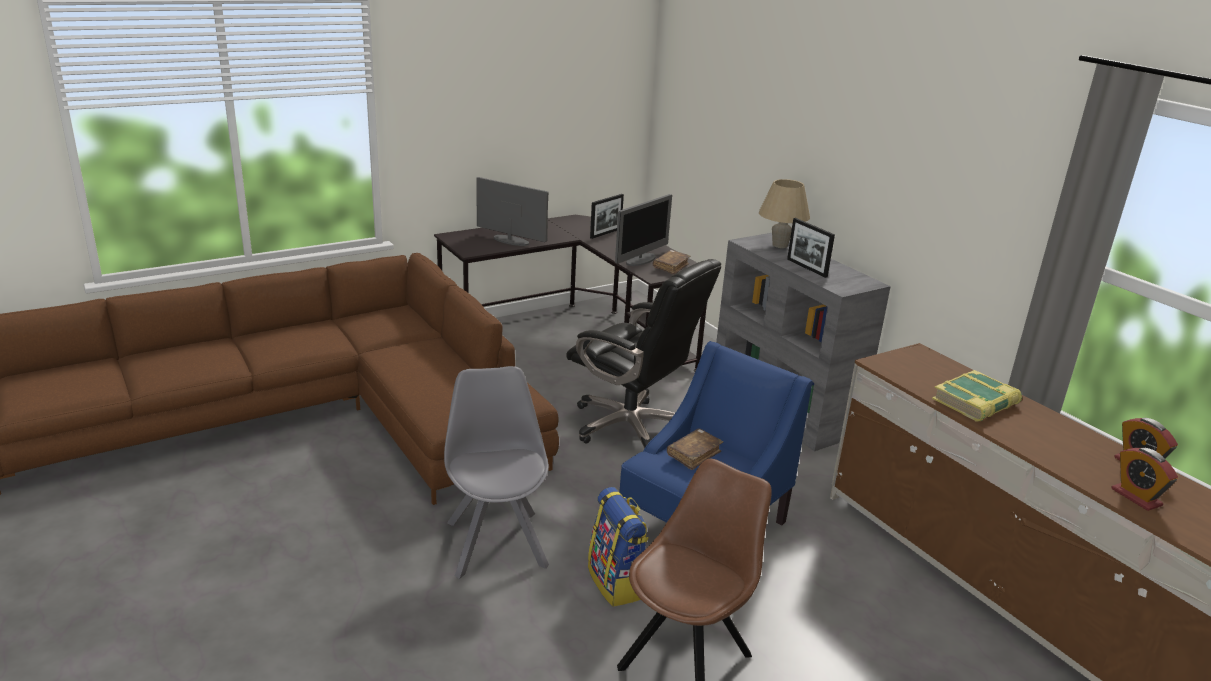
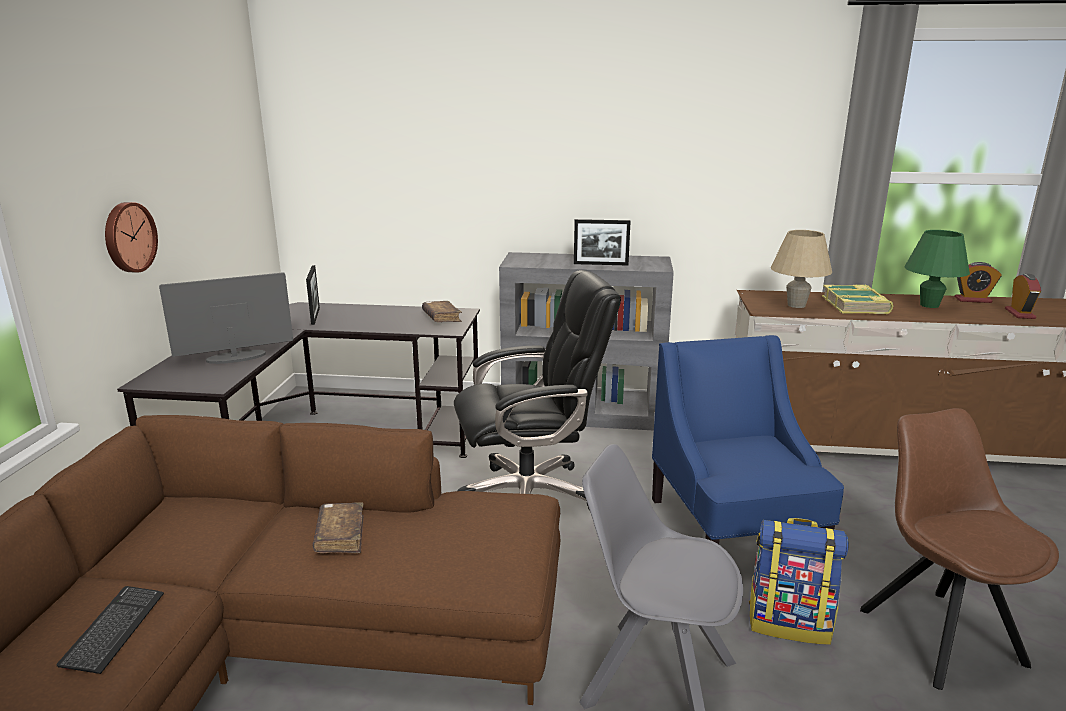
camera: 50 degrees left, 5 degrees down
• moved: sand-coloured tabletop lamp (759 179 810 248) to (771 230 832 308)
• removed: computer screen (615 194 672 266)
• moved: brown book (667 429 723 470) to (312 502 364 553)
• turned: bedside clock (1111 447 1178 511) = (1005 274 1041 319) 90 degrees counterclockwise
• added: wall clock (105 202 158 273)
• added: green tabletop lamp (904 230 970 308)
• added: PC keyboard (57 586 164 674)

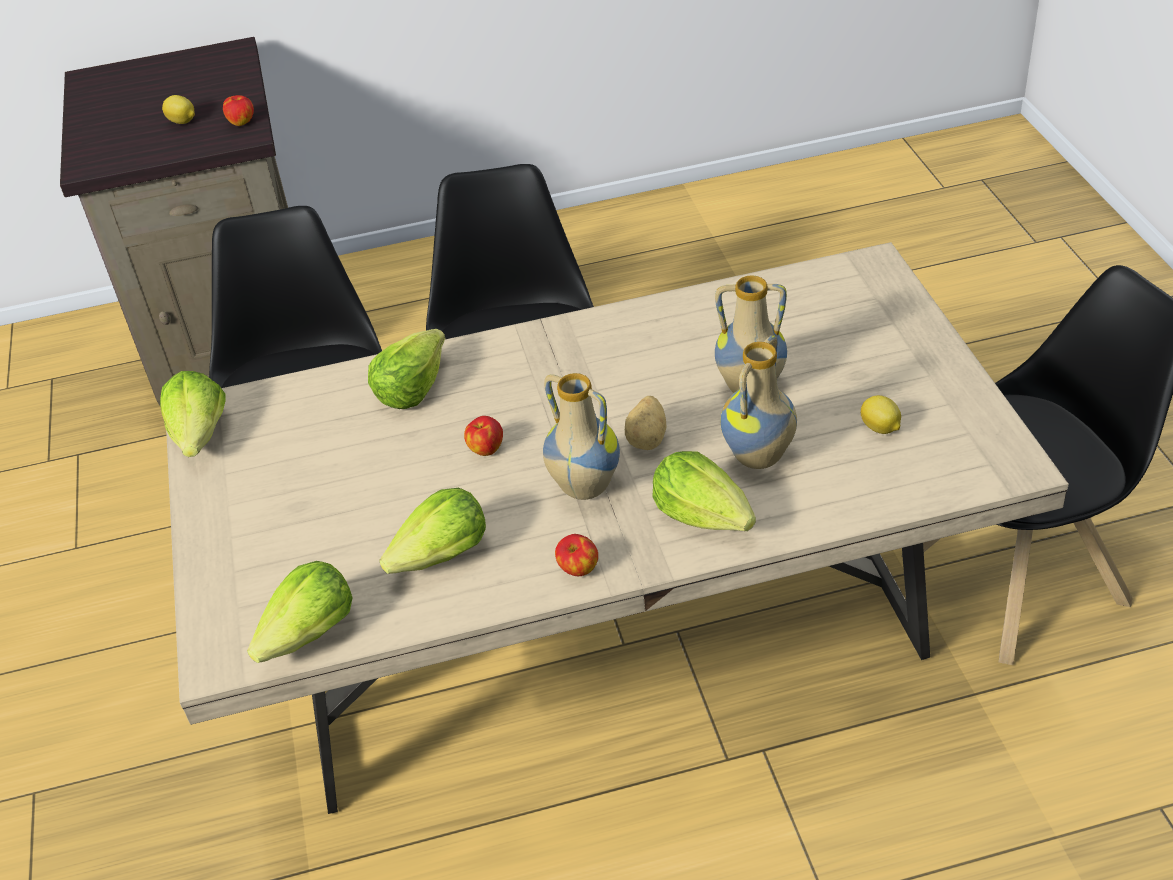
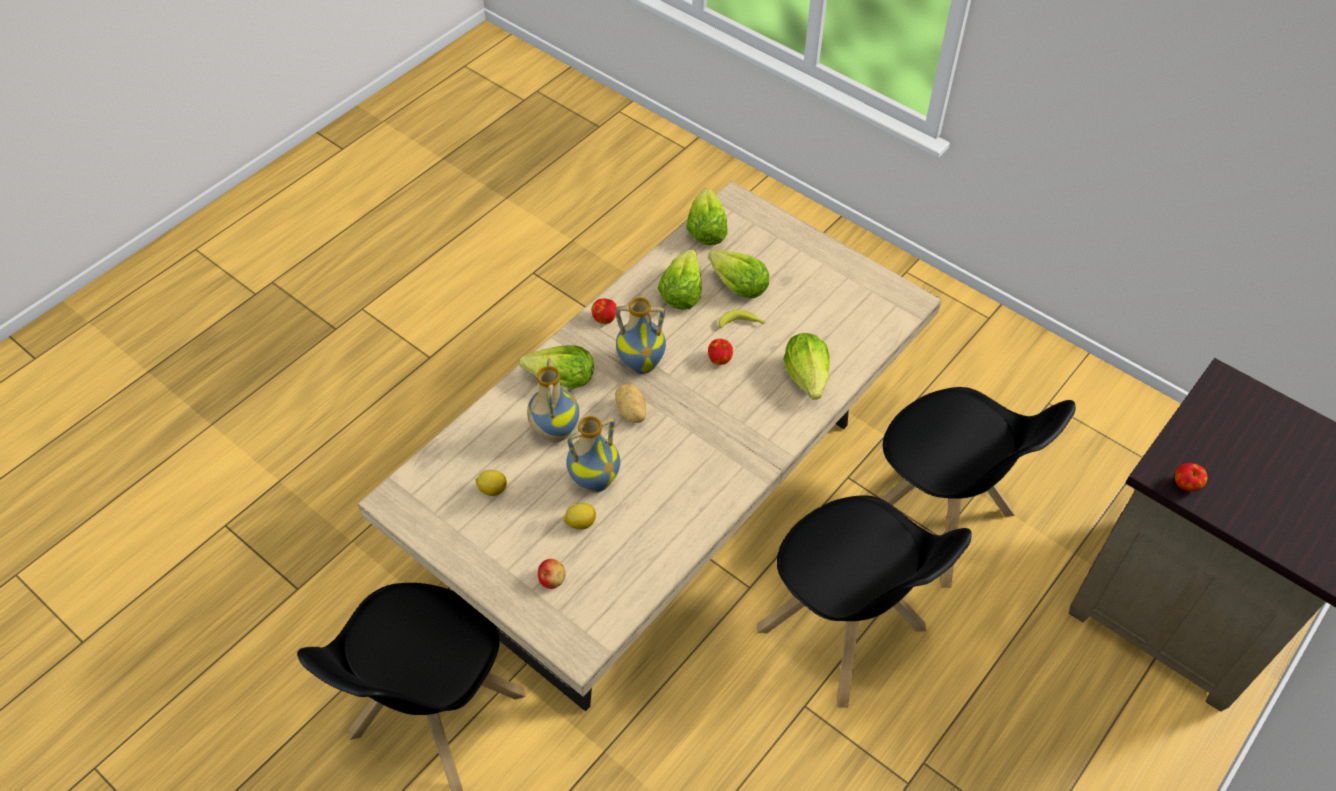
camera: 140 degrees right, 10 degrees up
• moved: whole lemon (162 95 195 124) to (563 503 596 530)
• moved: lettuce head (160 371 226 457) to (708 250 769 298)
• added: banana (718 310 766 328)
• added: apple fruit (538 559 566 589)

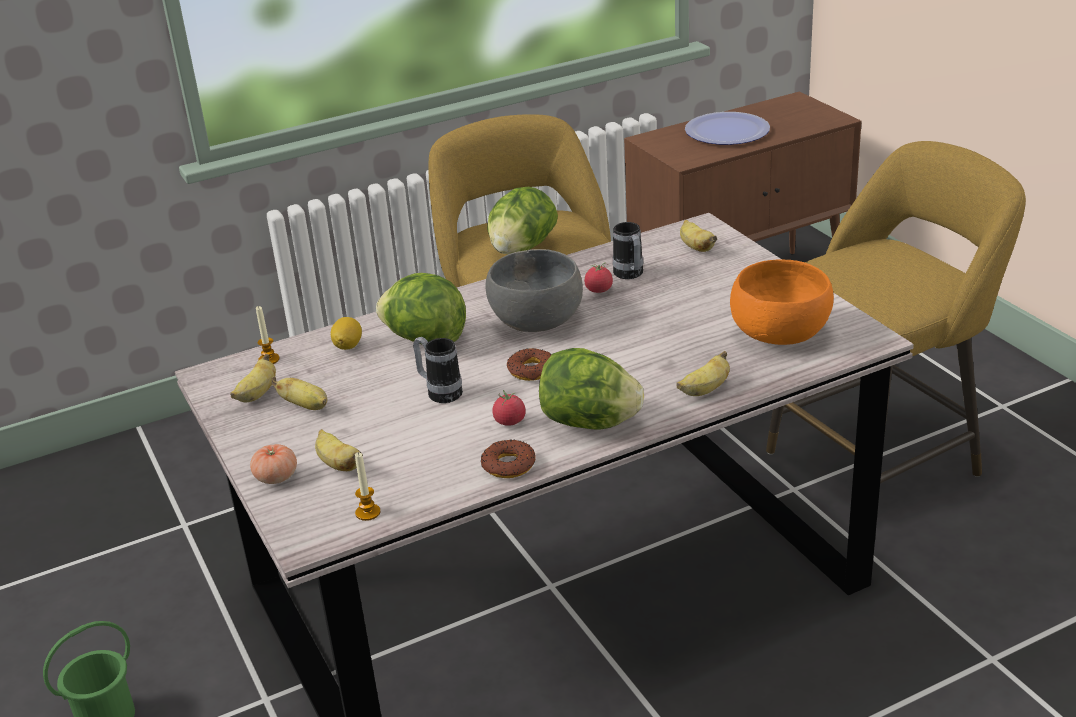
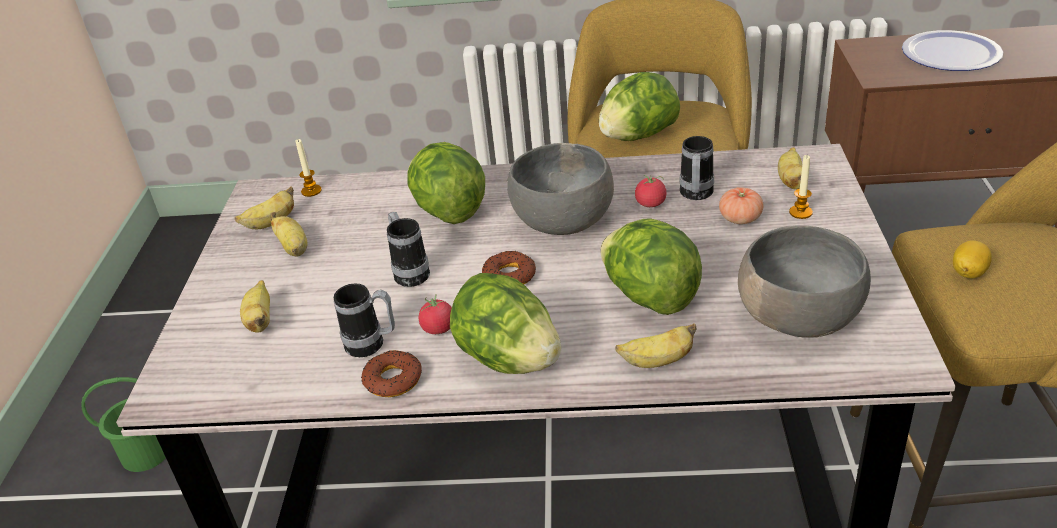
camera: 30 degrees right, 5 degrees up
• recoloured: orangey deep dish (730 259 834 345) to greyish deep dish (738 225 871 338)
• moved: whole lemon (331 317 362 350) to (953 240 992 278)
• moved: tomato (250 444 297 484) to (719 187 763 224)
• moved: wax light (355 452 381 521) to (789 155 813 219)
• added: lettuce head (600 218 702 315)
• added: tea mug (334 283 395 357)

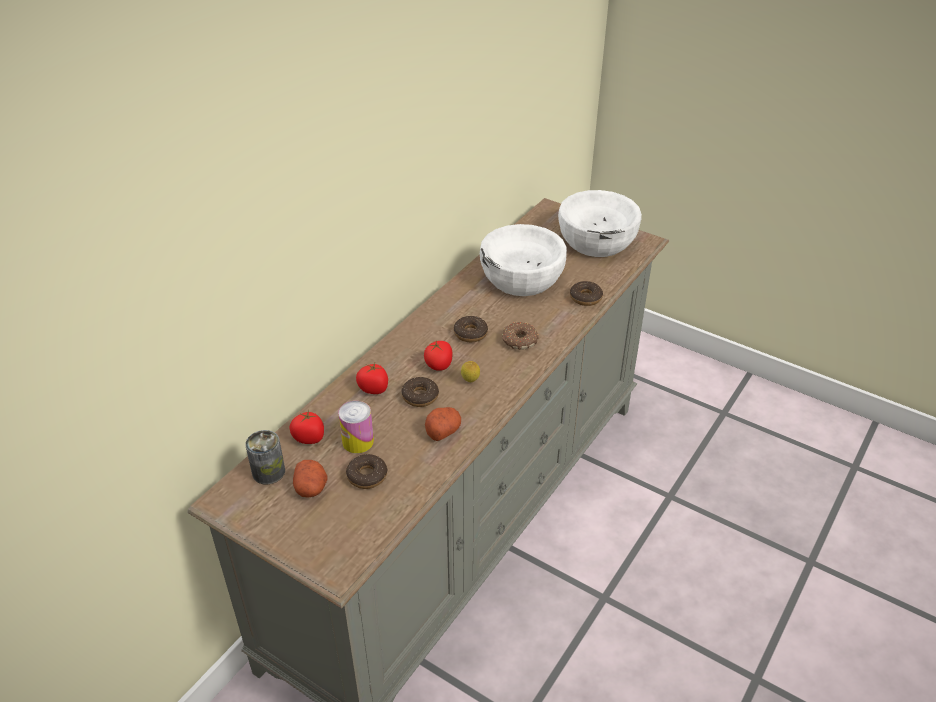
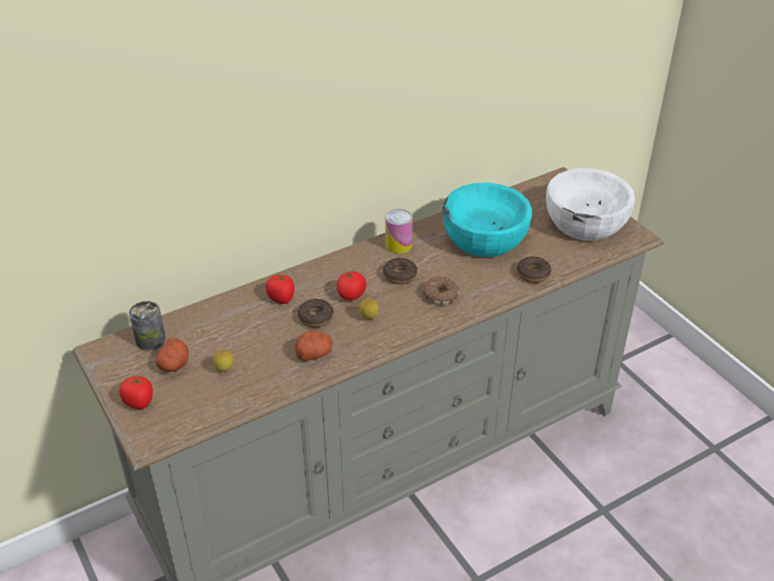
camera: 25 degrees right, 0 degrees up
• recoloured: white-coloured deep dish (480 224 567 296) to turquoise-coloured deep dish (442 183 532 257)
• moved: sealed can (338 401 374 453) to (386 209 413 254)
• moved: tomato (289 410 324 444) to (119 375 153 409)
• replaced: donut (346 454 387 489) to whole lemon (213 349 233 372)

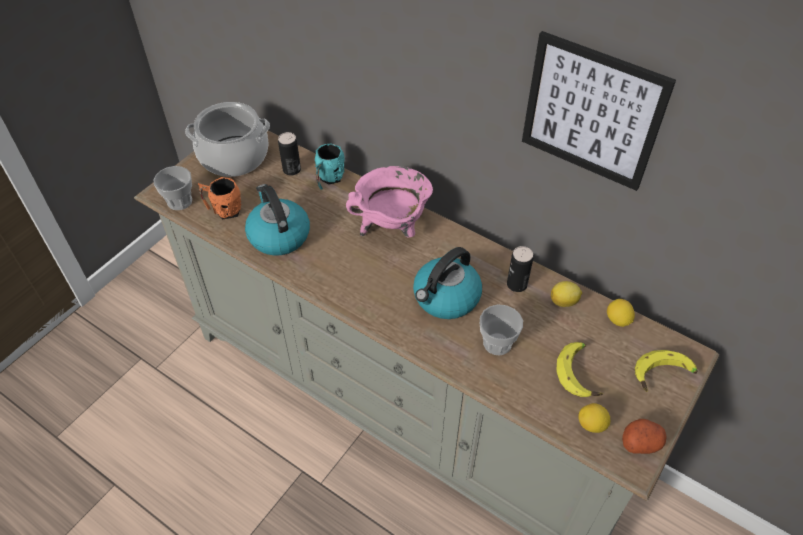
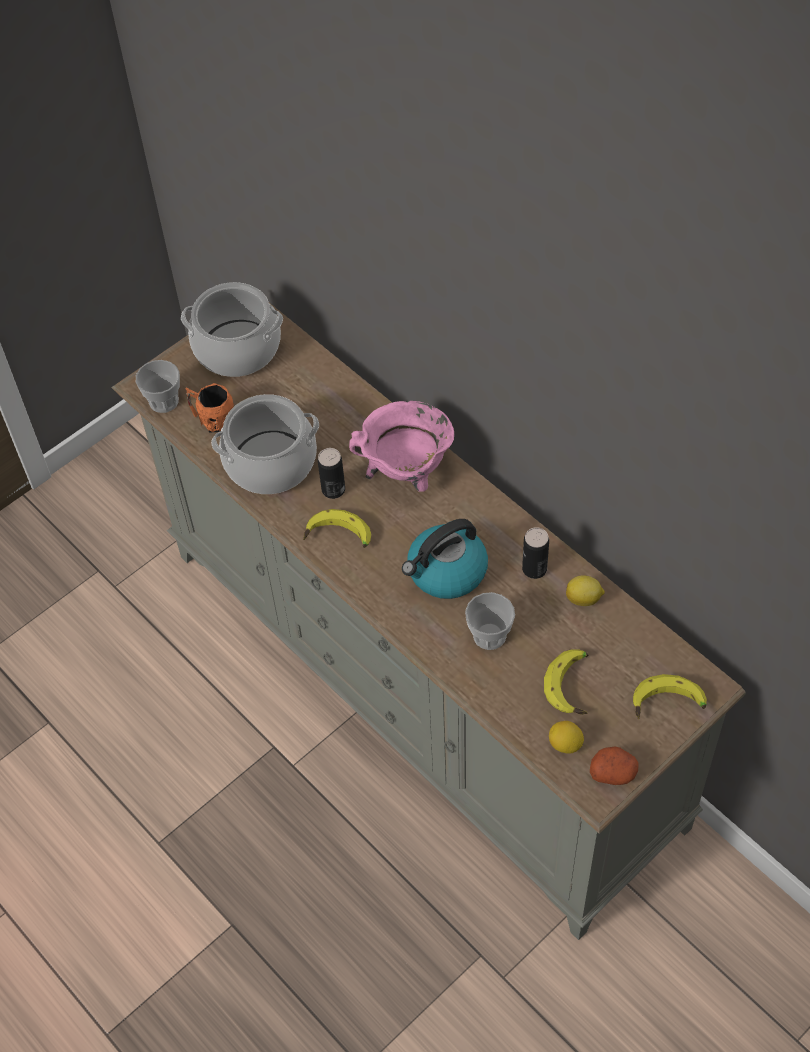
camera: 15 degrees right, 5 degrees up
• removed: wall art (522 31 676 191)
• moved: sealed can (278 132 301 176) to (318 448 345 499)
• removed: turquoise-coloured tea mug (315 144 345 190)
• replaced: kettle (245 184 310 256) to stockpot (211 394 319 494)
• removed: whole lemon (607 299 635 327)
• added: banana (303 509 371 548)

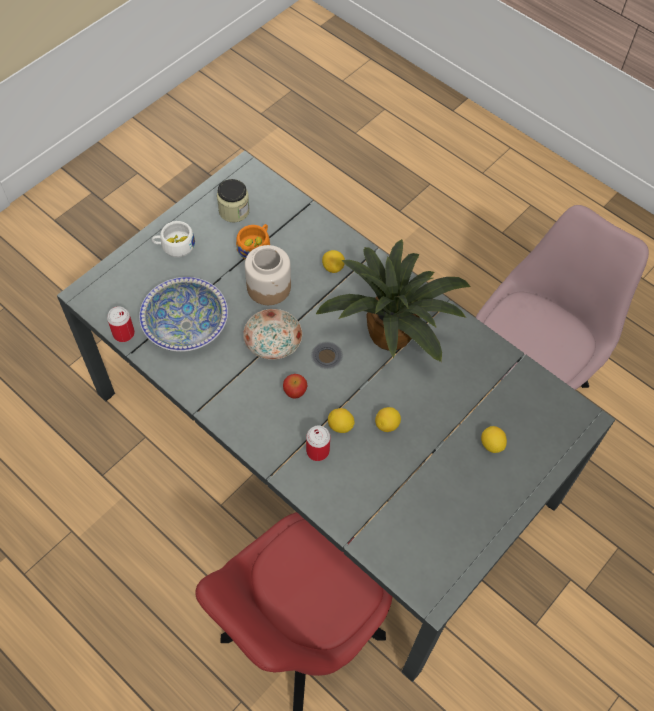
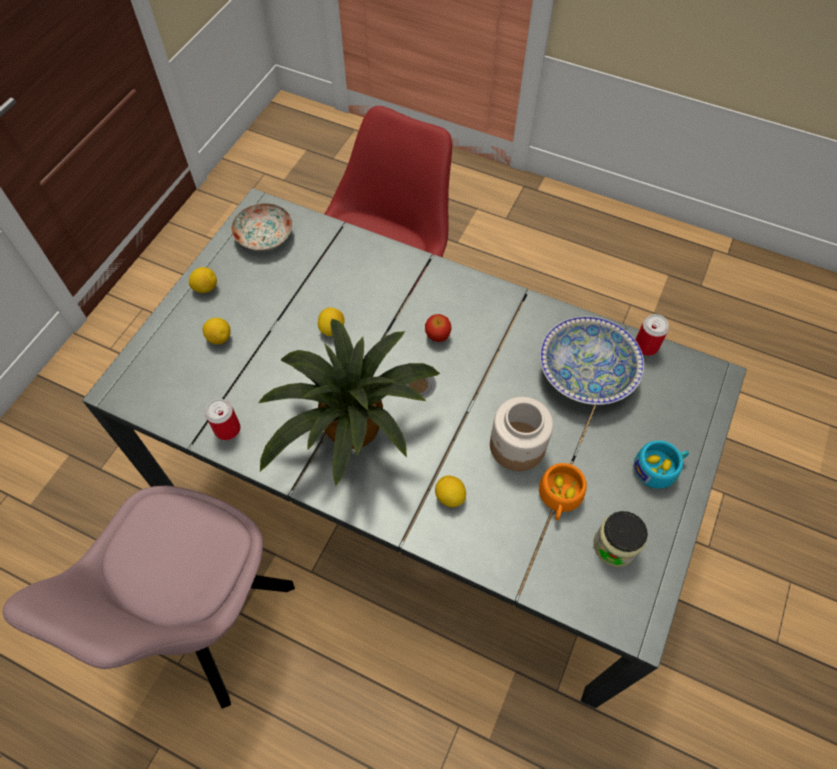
camera: 165 degrees right, 0 degrees up
• recoloured: white-coloured drinking cup (152 221 195 257) to turquoise-coloured drinking cup (634 440 689 489)
• moved: dinner plate (243 309 302 360) to (231 203 293 251)
• moved: whole lemon (328 408 355 433) to (189 267 217 293)
• moved: sealed can (306 425 330 461) to (205 399 240 440)

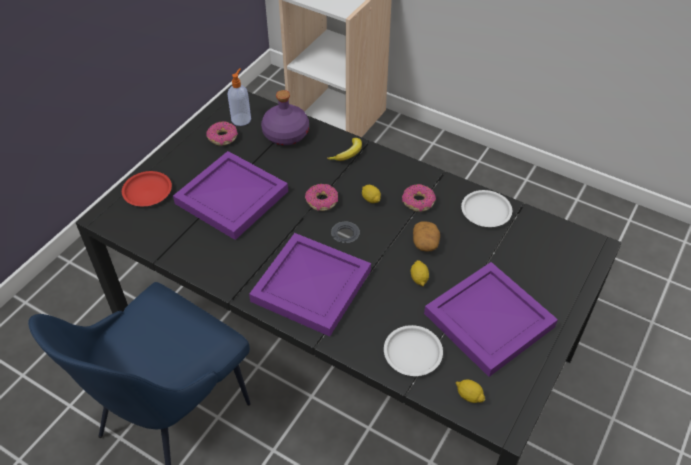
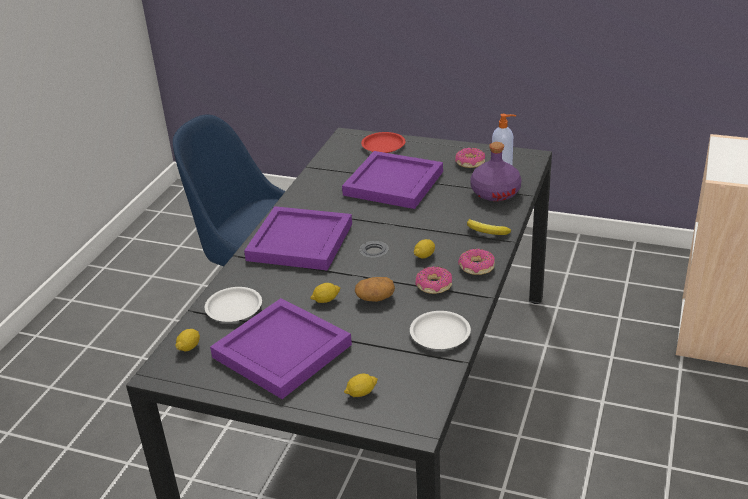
camera: 80 degrees right, 15 degrees down
• moved: donut (305 184 338 211) to (458 249 495 275)
• added: whole lemon (344 374 378 397)

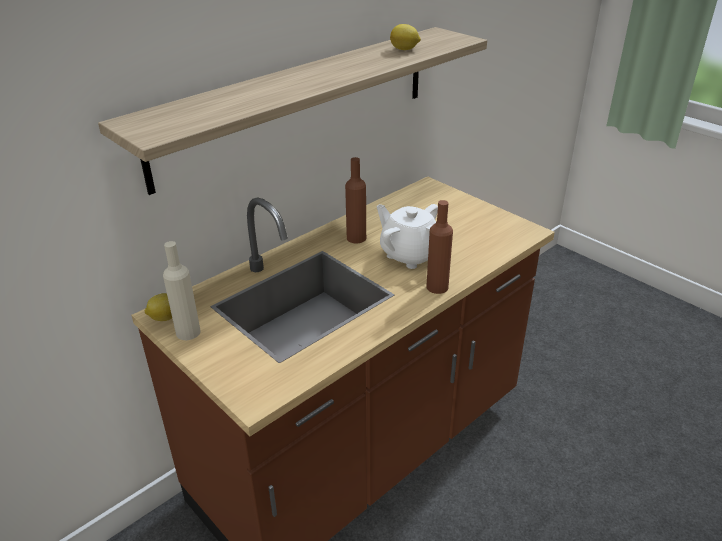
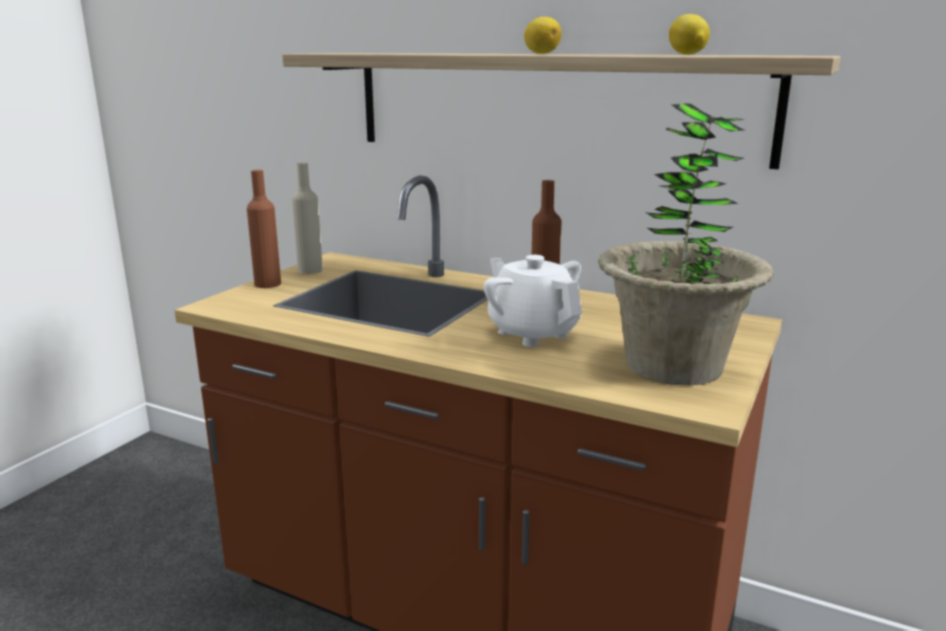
camera: 70 degrees right, 15 degrees down
• moved: brown drink bottle (426 200 453 294) to (247 170 281 288)
• turned: white-coloured pot for tea (377 204 438 269) = (484 255 582 347) 60 degrees counterclockwise
• moved: whole lemon (145 293 172 321) to (524 17 562 54)
• added: plant in a pot (598 104 774 385)

